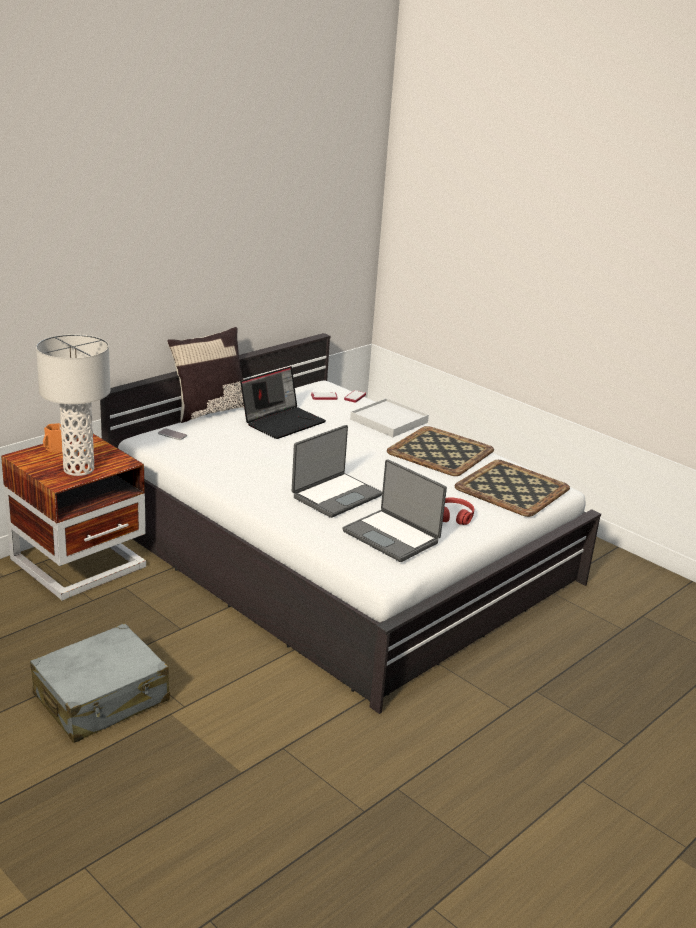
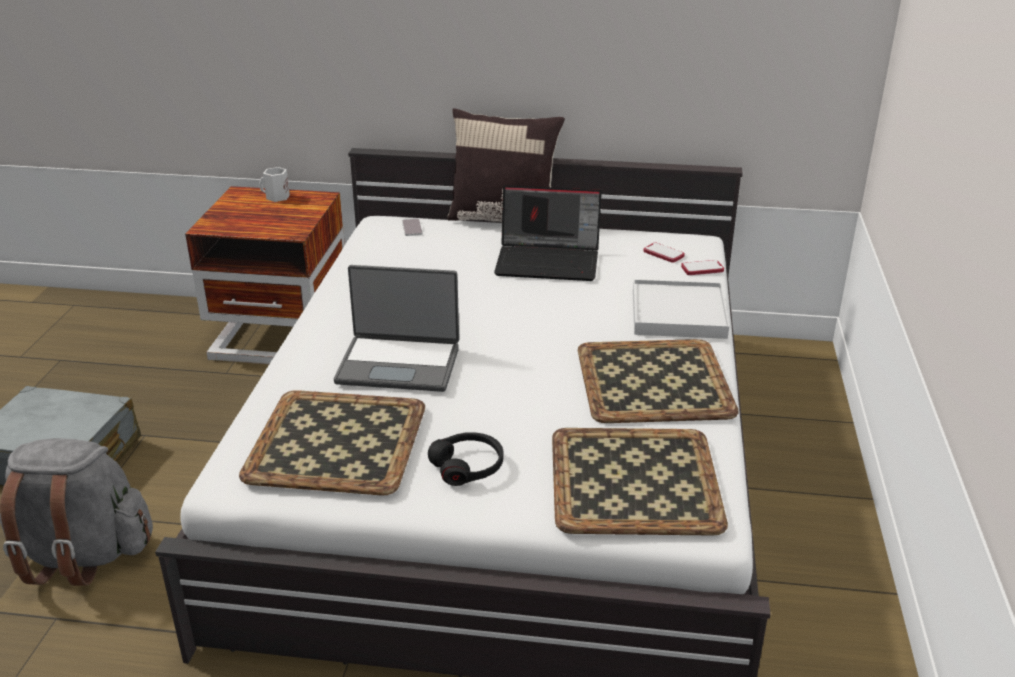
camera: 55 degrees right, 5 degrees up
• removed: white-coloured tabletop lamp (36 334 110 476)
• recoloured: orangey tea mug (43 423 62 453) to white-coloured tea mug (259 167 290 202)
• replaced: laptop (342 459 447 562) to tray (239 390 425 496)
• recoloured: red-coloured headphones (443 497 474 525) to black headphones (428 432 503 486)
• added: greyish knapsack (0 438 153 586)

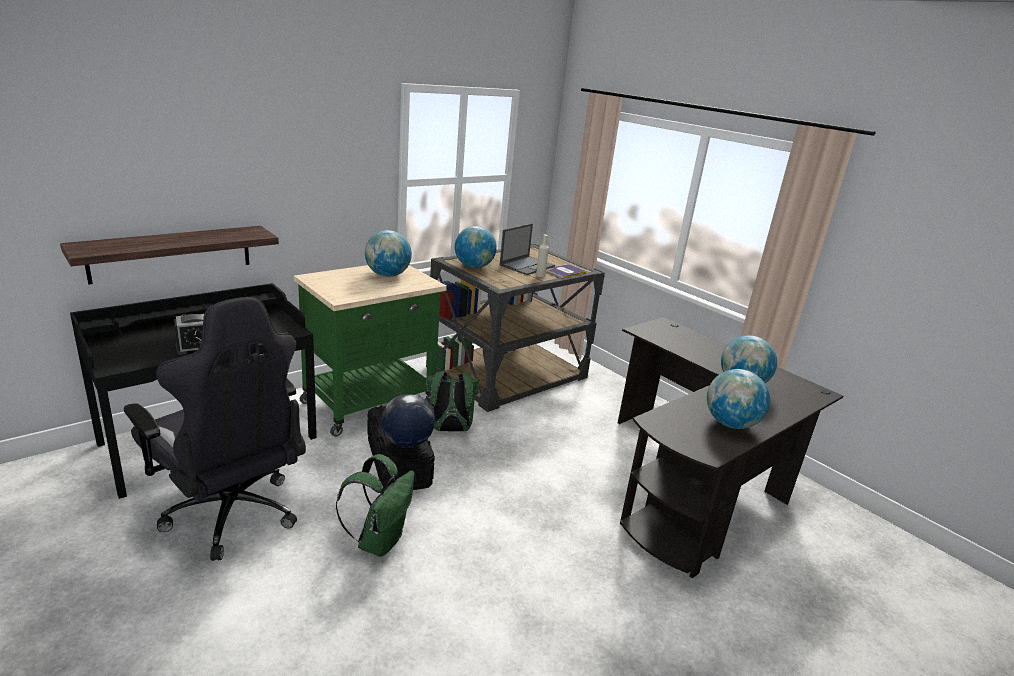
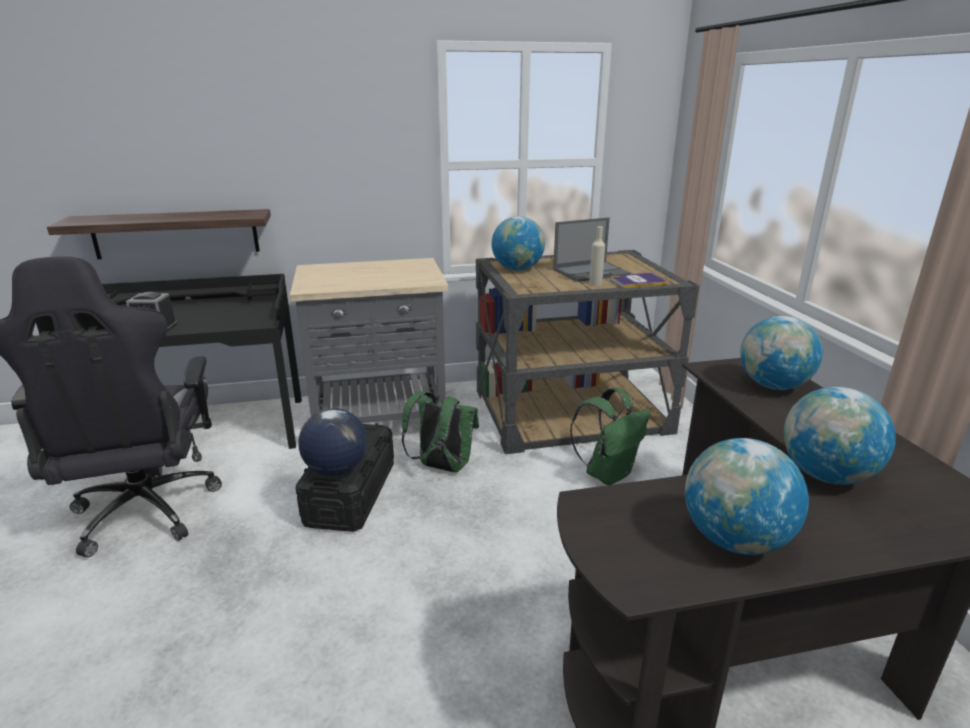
camera: 30 degrees right, 0 degrees up
• moved: world globe (365 230 412 277) to (740 316 823 390)
• recoloured: green wheeled cart (294 265 447 437) to greyish wheeled cart (290 258 449 423)
• moved: green knapsack (336 454 415 557) to (570 388 650 485)

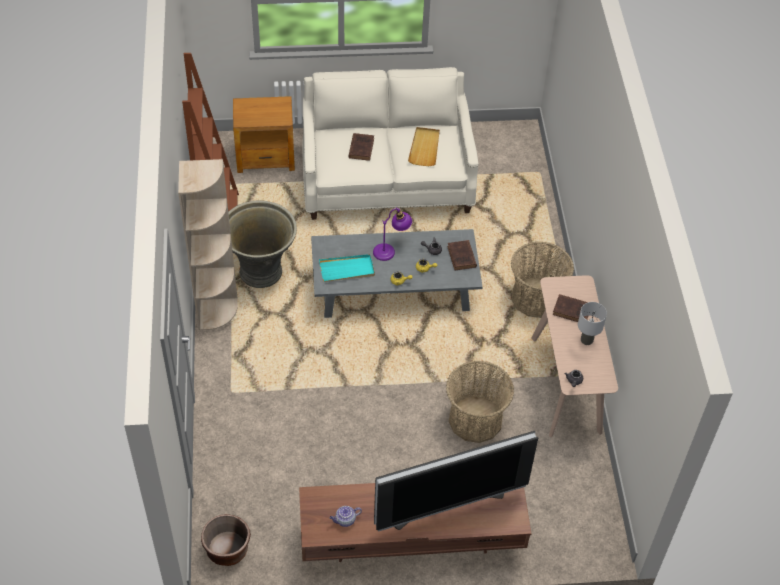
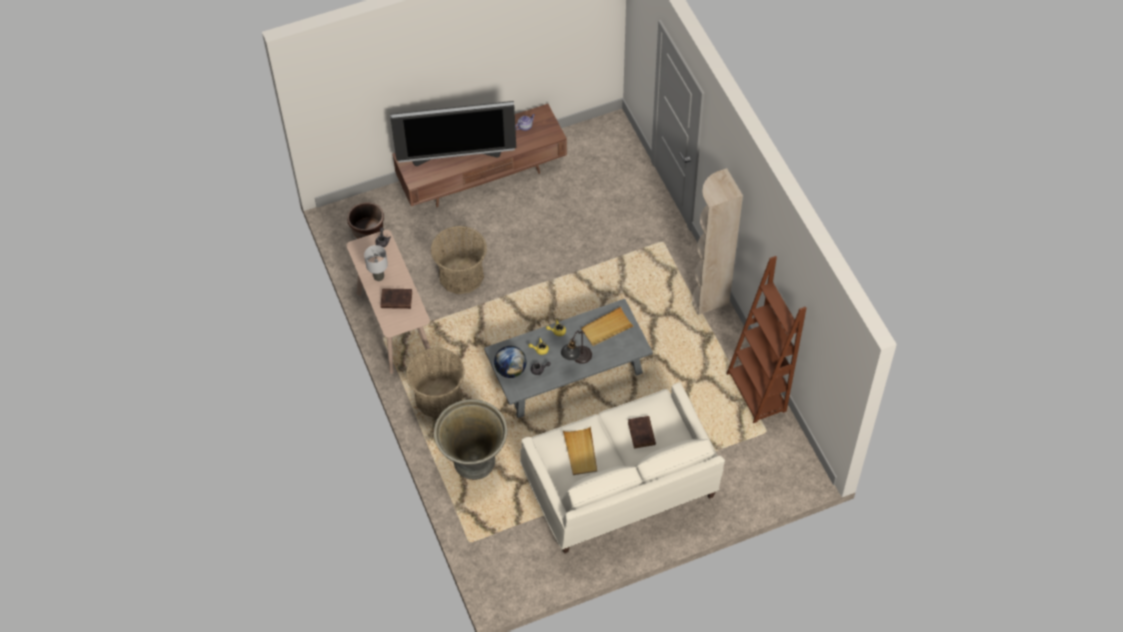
camera: 165 degrees right, 5 degrees up
• removed: brown side table (233 96 295 173)
• moved: greyish flower pot (228 201 297 288) to (434 399 507 480)
• recoloured: purple tabletop lamp (373 207 412 261) to greyish tabletop lamp (561 330 592 364)
• replaced: brown book (447 240 477 270) to world globe (494 346 526 378)
• recoloured: turquoise-coloured tray (319 254 375 282) to sand-coloured tray (581 307 634 346)
• turned: television (374 431 538 532) = (390 101 516 166) 150 degrees counterclockwise
• moved: brown flower pot (201 514 251 566) to (347 202 384 239)

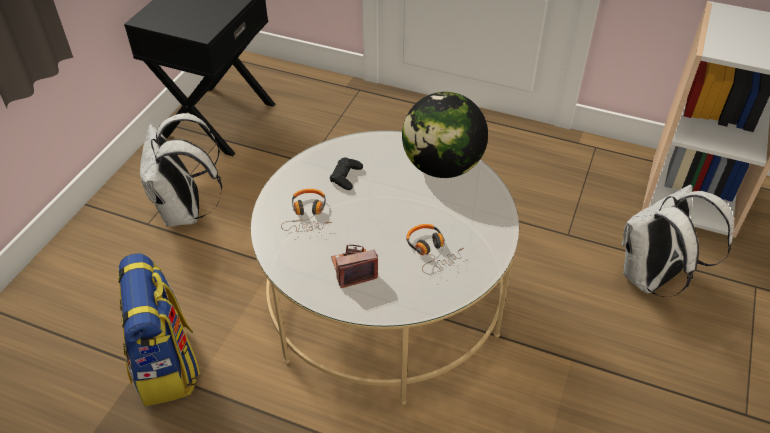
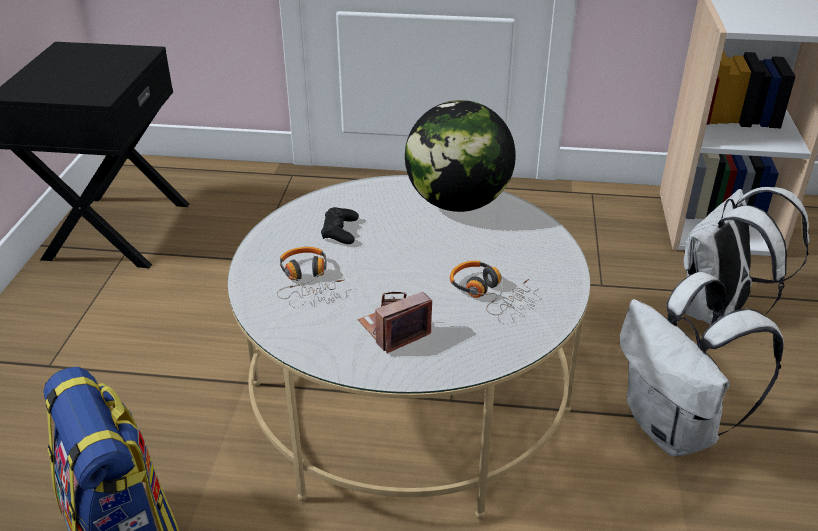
camera: 15 degrees left, 10 degrees down
• moved: white-coloured knapsack (140 113 223 227) to (620 272 784 456)

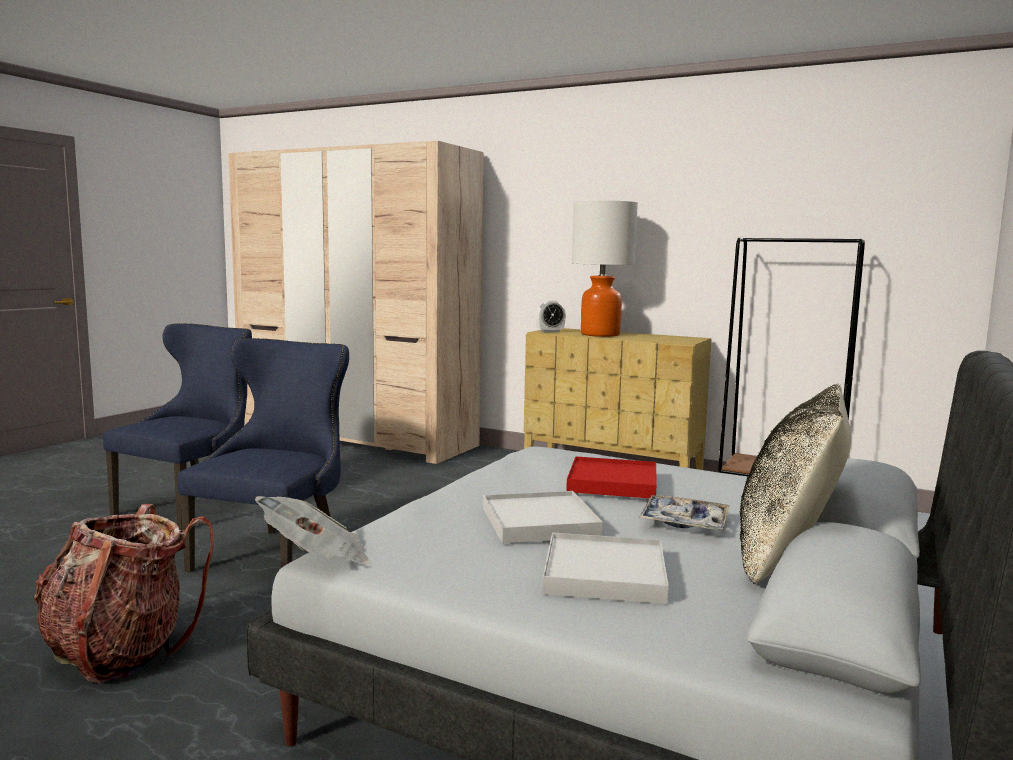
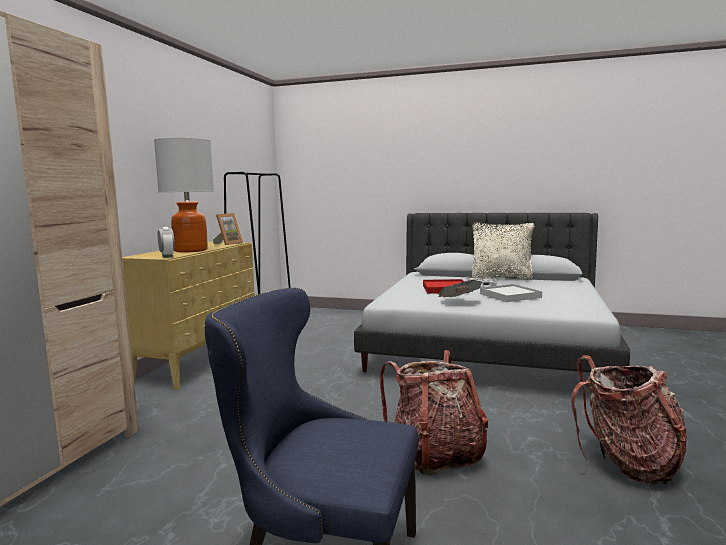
camera: 100 degrees left, 0 degrees up
• replaced: blue-coloured upright chair (177 338 349 572) to knapsack (380 350 488 476)
• moved: daily paper (255 496 371 564) to (438 280 482 297)
• removed: white-coloured tray (542 532 669 604)
• added: picture frame (213 213 243 245)

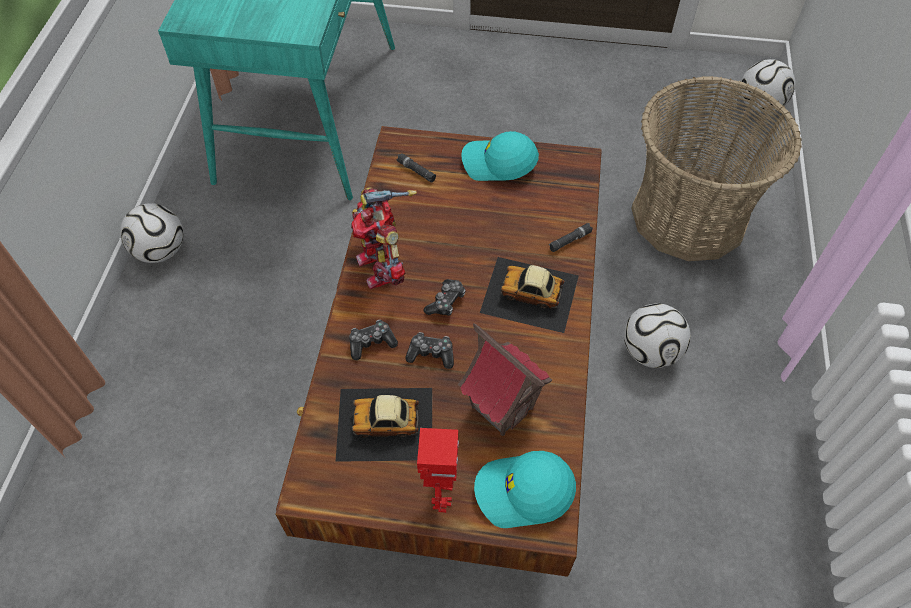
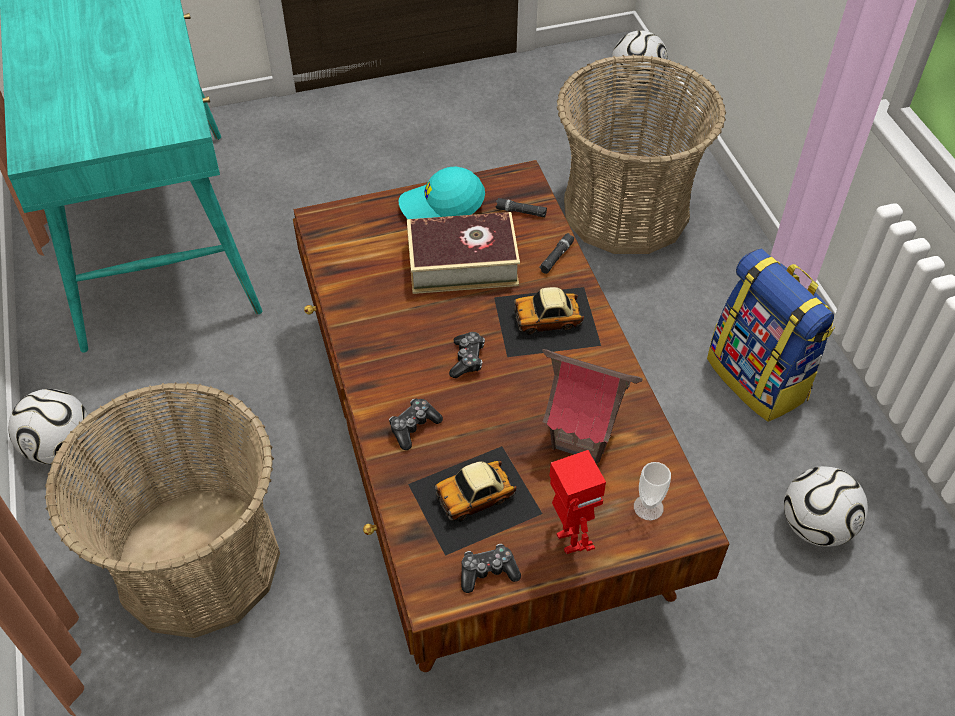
camera: 25 degrees left, 5 degrees down
• moved: black torch (396 153 436 183) to (495 198 547 217)
• removed: robot figure (351 187 417 289)
• moved: football ball (624 303 690 368) to (784 466 868 547)
• moved: joypad (405 332 454 369) to (461 544 521 593)
• replaced: turquoise-coloured peaked cap (474 451 576 528) to drinking cup (634 462 671 521)
• added: book (407 212 520 294)
• added: knapsack (707 249 835 422)
• added: storage basket (45 382 280 638)

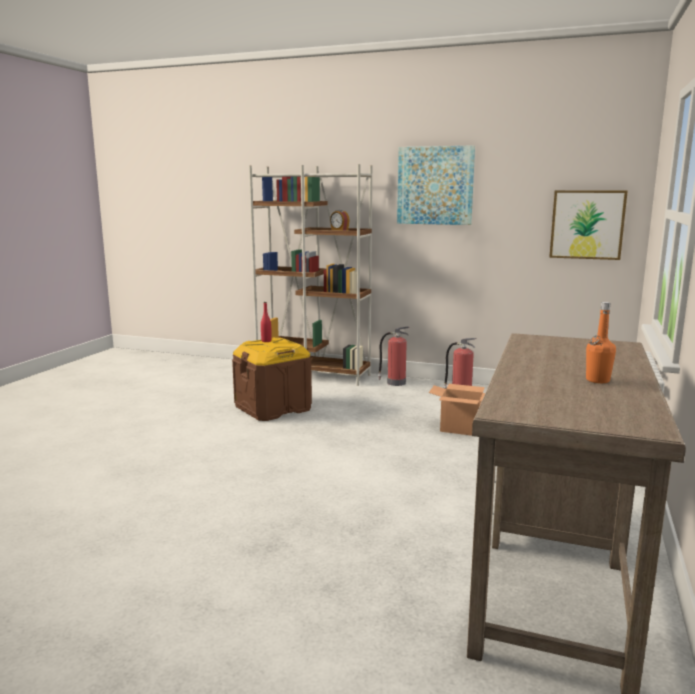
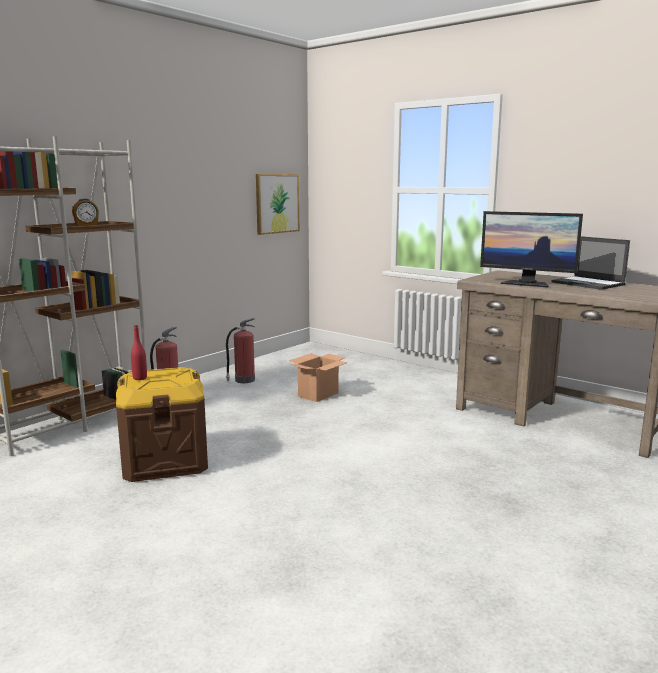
camera: 70 degrees left, 0 degrees up
• removed: wall art (397 145 475 225)
• replaced: orangey drink bottle (586 302 616 383) to laptop (551 236 630 290)
• added: computer screen (480 211 583 288)

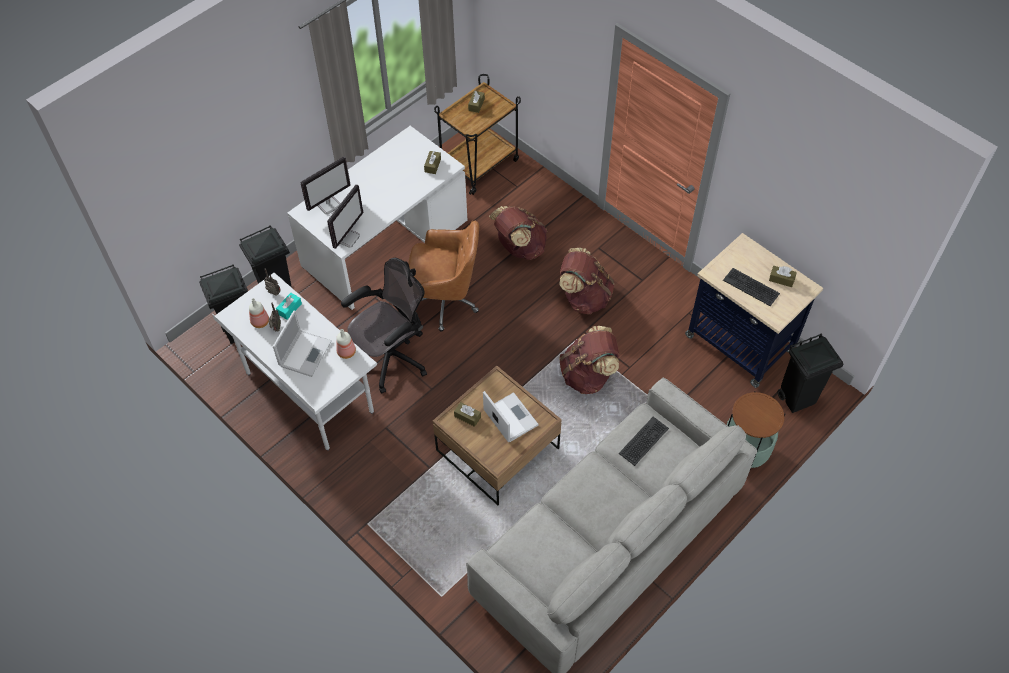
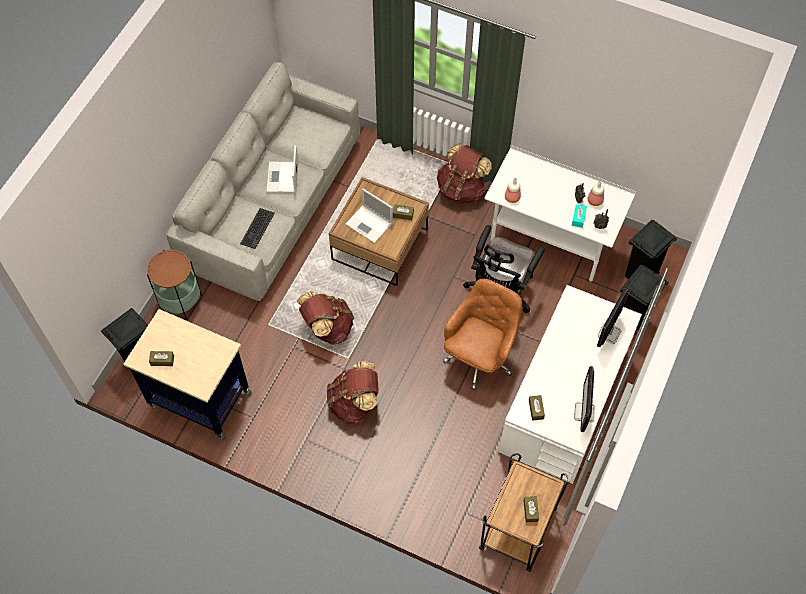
camera: 160 degrees right, 5 degrees up
• moved: computer screen (327 184 363 249) to (574 366 595 432)
• moved: brown knapsack (489 206 548 260) to (437 143 492 205)
• turned: brown computer chair (408 220 479 331) = (443 279 522 390) 135 degrees clockwise
• removed: PC keyboard (723 268 780 306)
• moved: laptop (273 311 332 377) to (266 145 299 193)

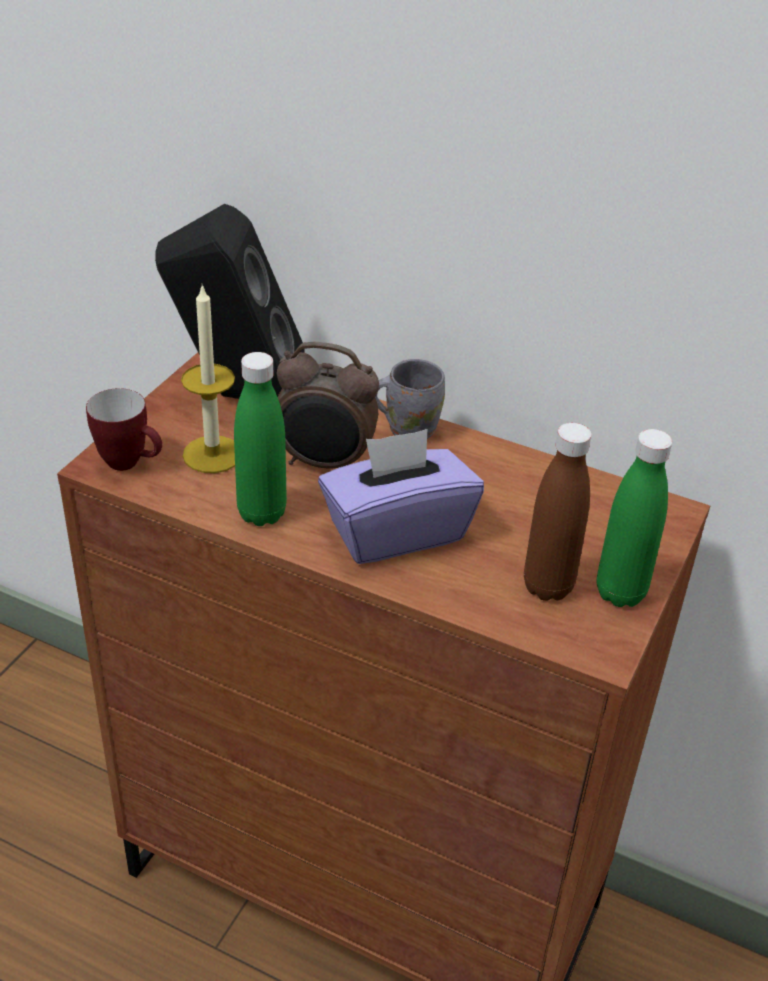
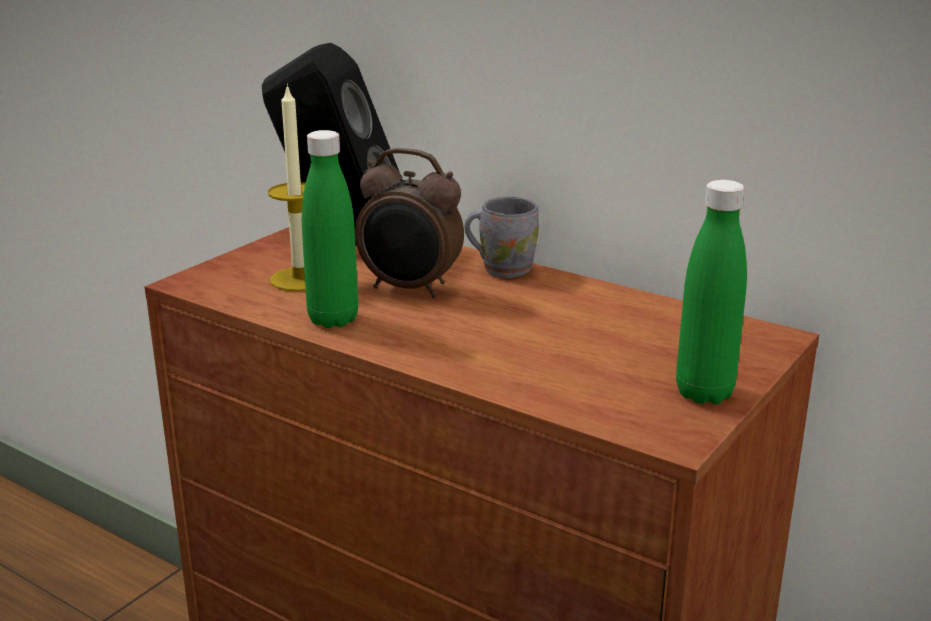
camera: 10 degrees right, 15 degrees down
• removed: tea mug (86 388 162 471)
• removed: brown drink bottle (524 423 591 601)
• removed: purple box of tissues (318 429 484 564)

